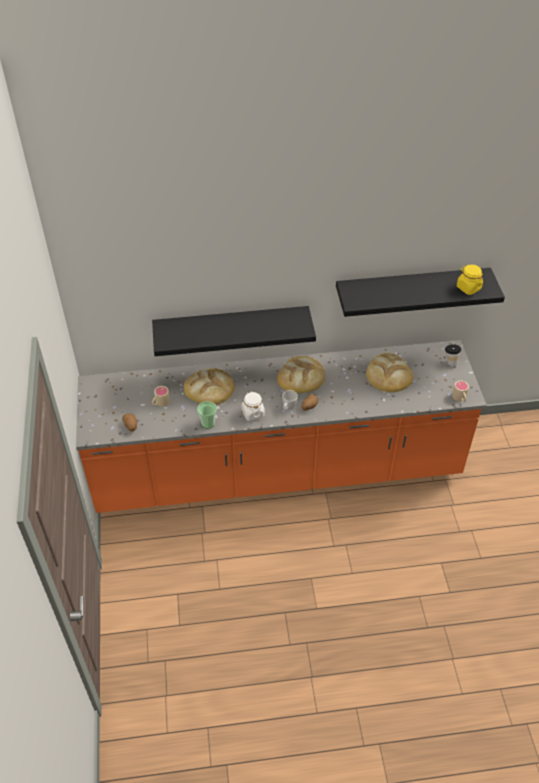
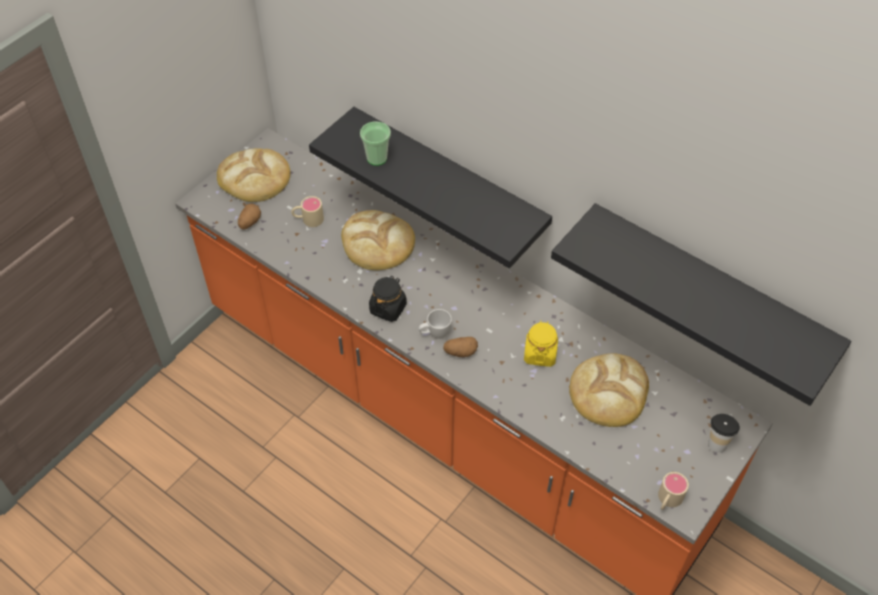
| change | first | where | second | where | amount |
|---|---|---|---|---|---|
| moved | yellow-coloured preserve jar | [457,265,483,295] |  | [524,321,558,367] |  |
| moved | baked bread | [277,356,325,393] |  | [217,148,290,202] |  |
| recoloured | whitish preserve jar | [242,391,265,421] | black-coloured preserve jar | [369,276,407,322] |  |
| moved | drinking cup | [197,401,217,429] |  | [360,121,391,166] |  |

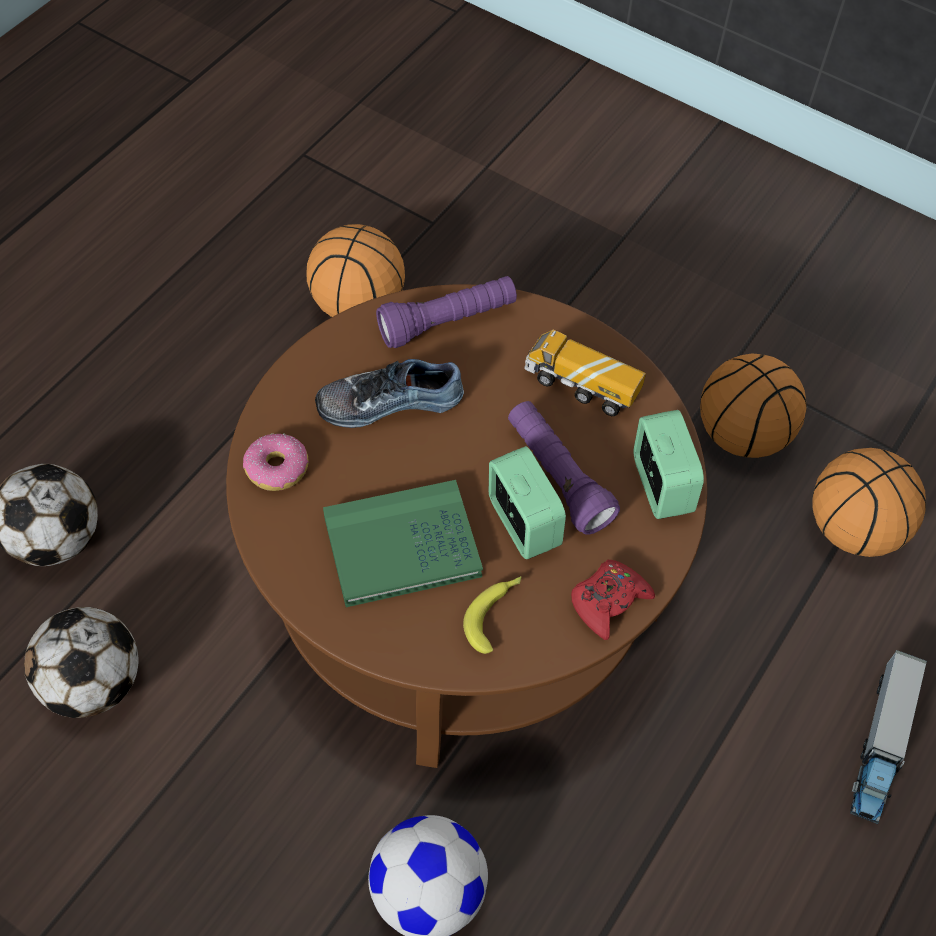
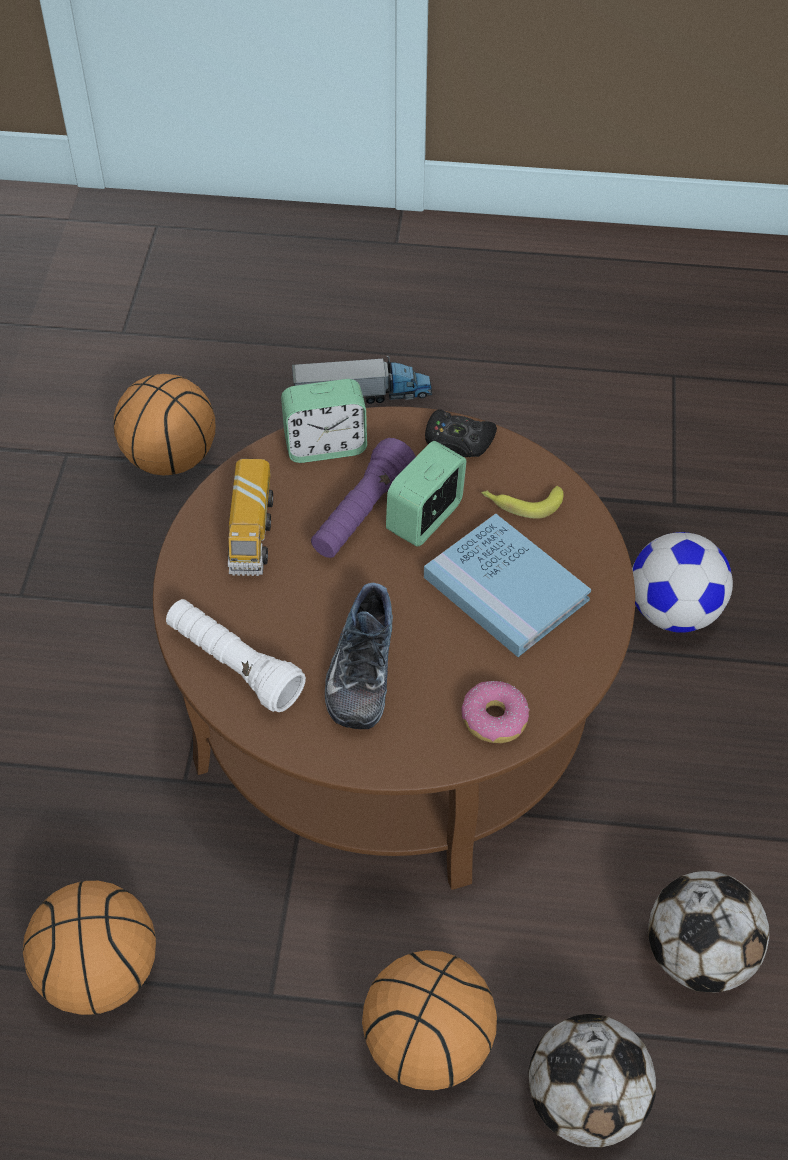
| change | first | where | second | where | amount |
|---|---|---|---|---|---|
| recoloured | purple-coloured flashlight | [376,276,517,348] | whitish flashlight | [166,599,306,712] |  |
| moved | basketball | [700,354,807,458] |  | [362,950,497,1091] |  |
| turned | shoe | [315,359,464,428] |  | [325,583,393,729] | 45 degrees clockwise |
| turned | table clock | [633,410,704,519] |  | [281,379,367,463] | 150 degrees counterclockwise |
| recoloured | green book | [323,480,483,607] | bluish book | [424,514,591,657] |  |
| recoloured | red-coloured game controller | [571,560,655,640] | black-coloured game controller | [425,409,497,457] |  |

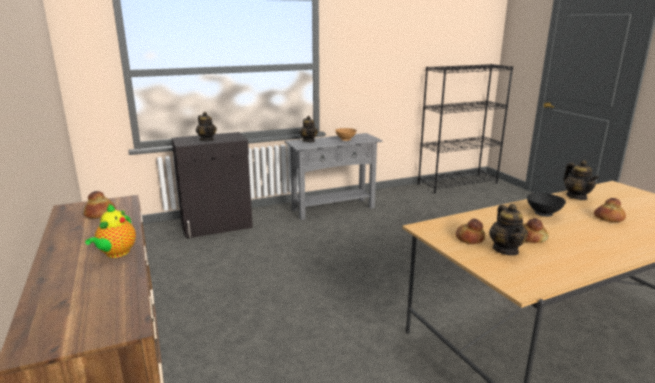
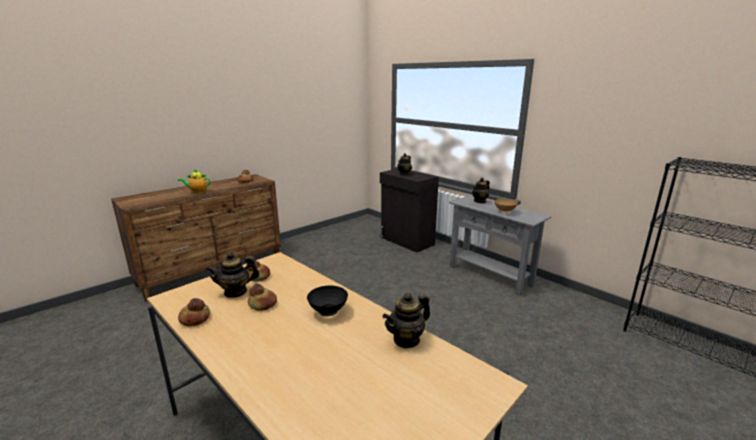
| change | first | where | second | where | amount |
|---|---|---|---|---|---|
| moved | baked bread | [594,198,626,222] |  | [178,298,210,327] |  |

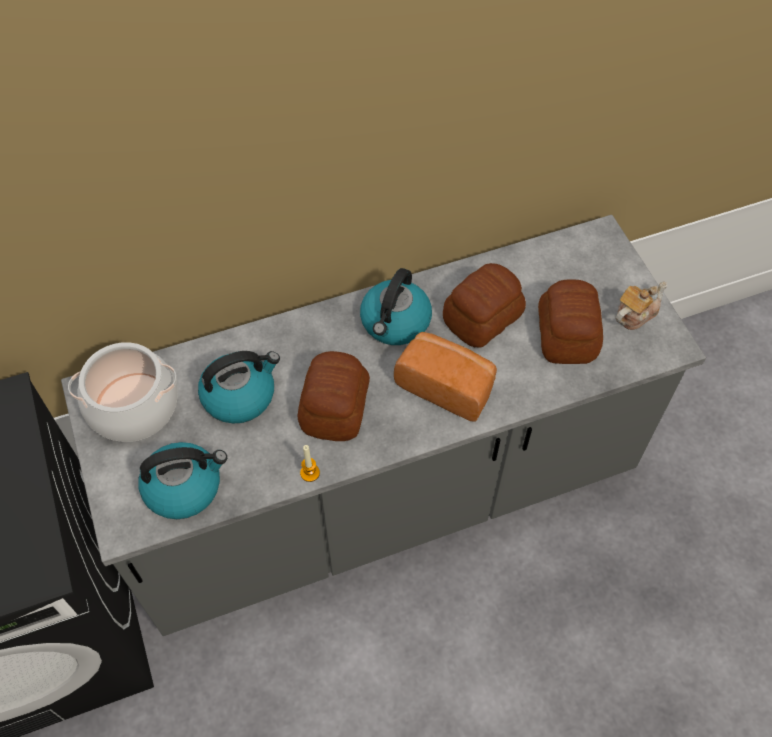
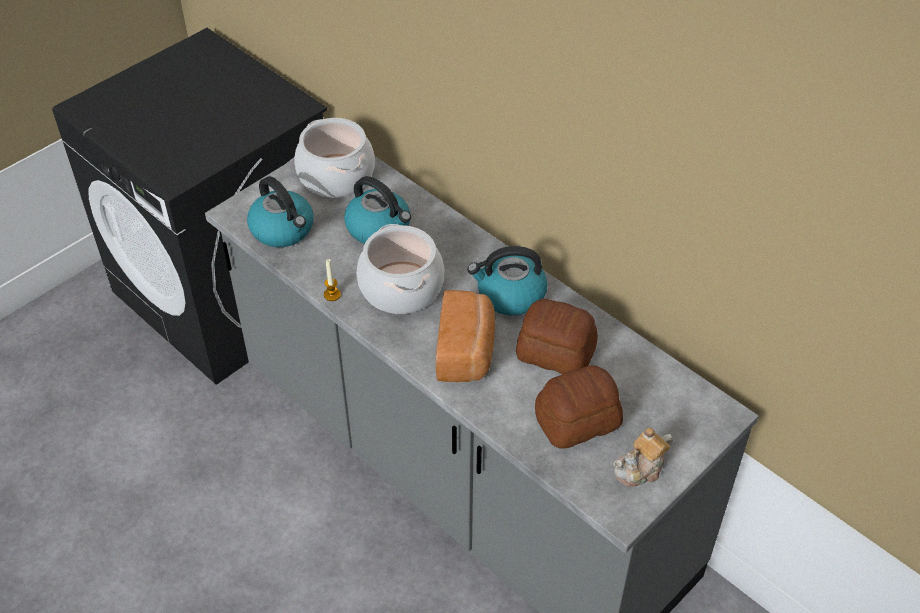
| change | first | where | second | where | amount |
|---|---|---|---|---|---|
| turned | pot for tea | [615,281,667,330] |  | [614,427,673,487] | 120 degrees clockwise |
| replaced | baked bread | [297,351,370,441] | stockpot | [357,224,444,314] |  |

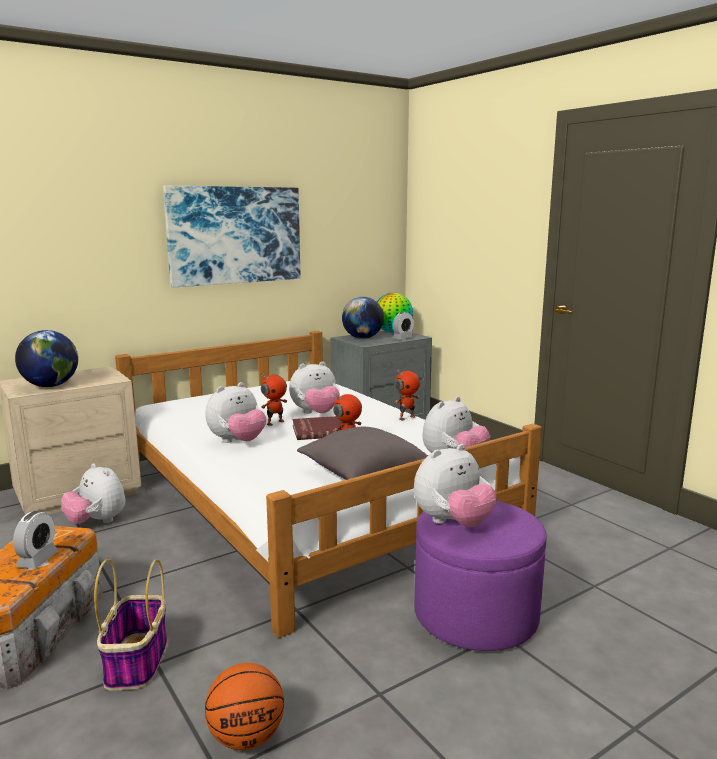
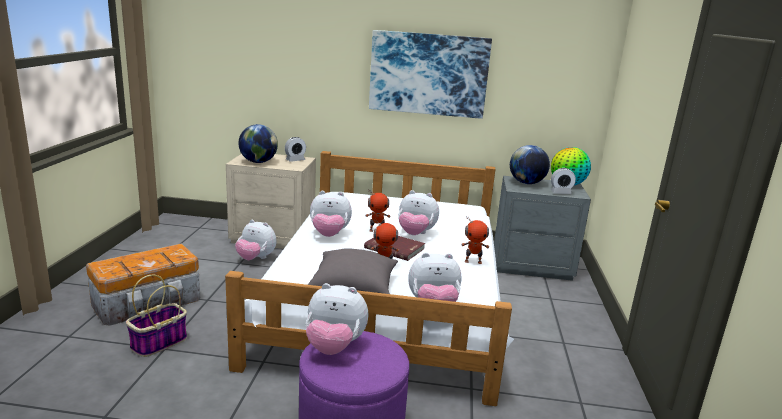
| change | first | where | second | where | amount |
|---|---|---|---|---|---|
| turned | cuddly toy | [61,463,126,524] |  | [235,220,276,260] | 60 degrees counterclockwise |
| moved | table clock | [13,511,59,569] |  | [285,137,306,162] |  |
| removed | basketball | [205,663,284,750] |  |  |  |

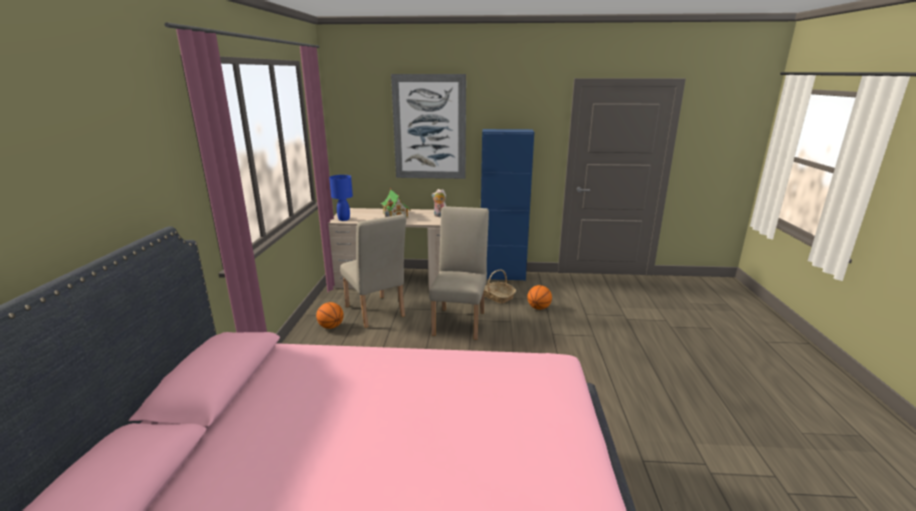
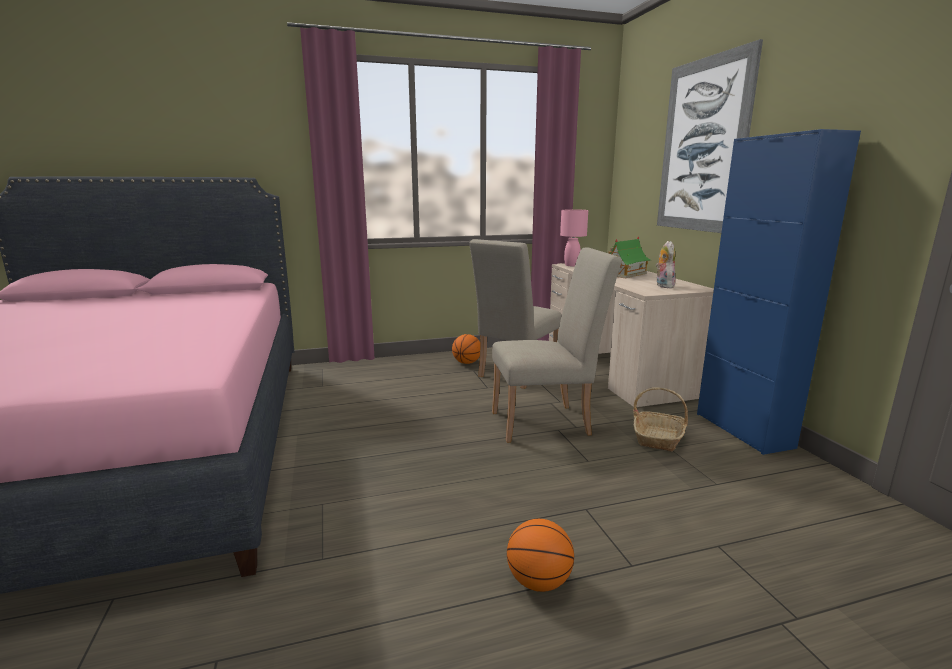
| change | first | where | second | where | amount |
|---|---|---|---|---|---|
| recoloured | bluish table lamp | [329,175,353,221] | pink-coloured table lamp | [560,209,588,266] |  |
| moved | basketball | [527,285,552,310] |  | [507,519,574,592] |  |

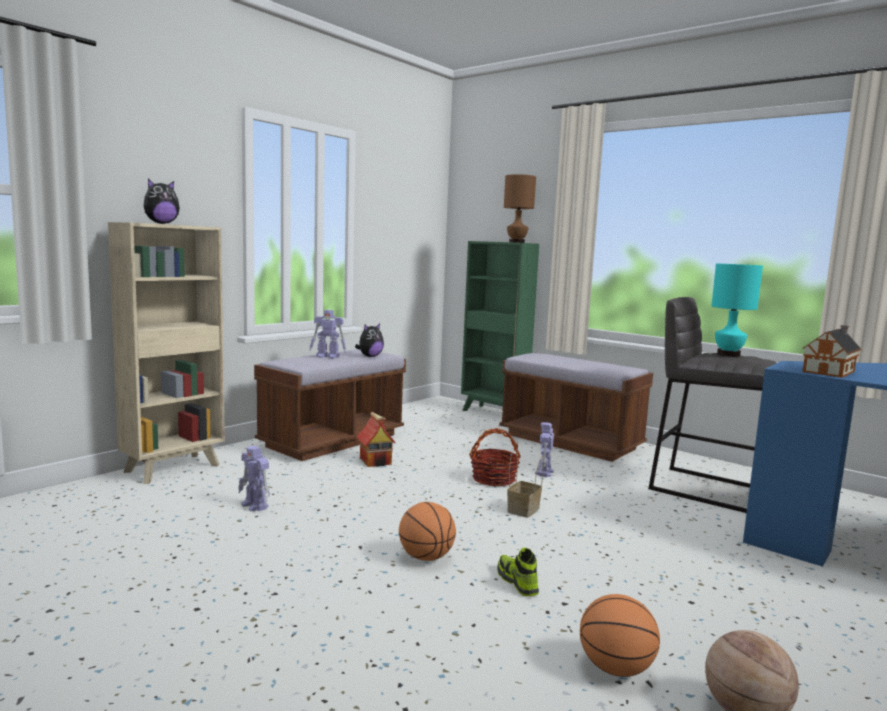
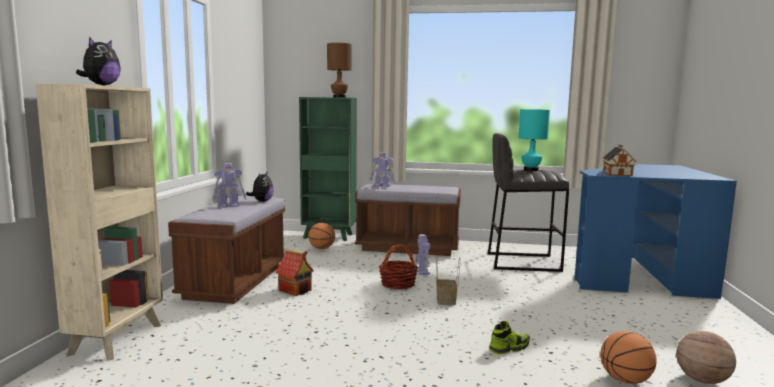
| change | first | where | second | where | amount |
|---|---|---|---|---|---|
| moved | robot figure | [238,446,270,511] |  | [369,152,395,187] |  |
| moved | basketball | [399,502,456,561] |  | [308,223,335,249] |  |
| turned | shoe | [497,548,539,596] |  | [489,321,530,354] | 120 degrees clockwise |

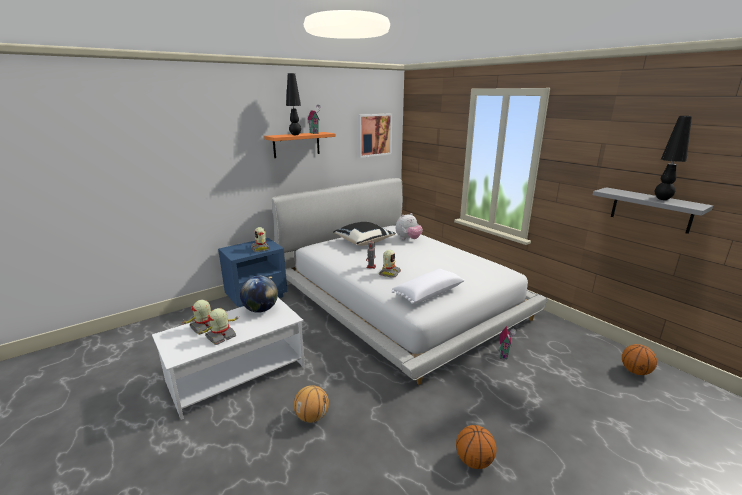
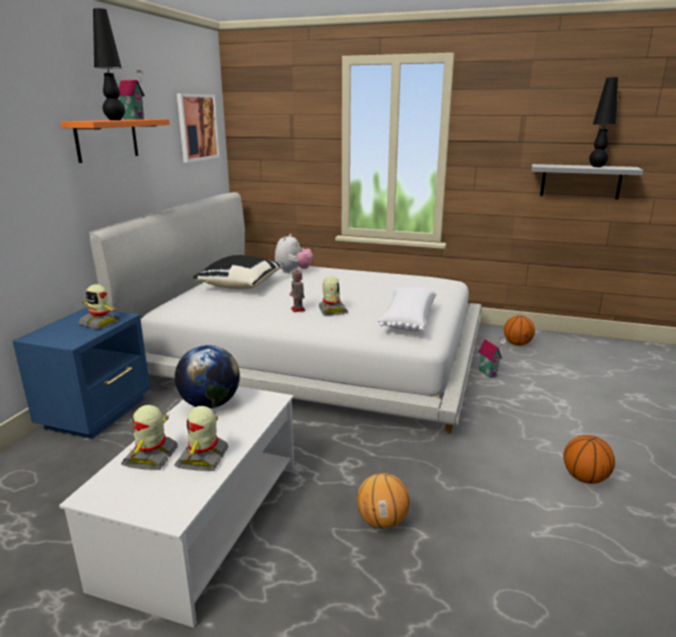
| change | first | where | second | where | amount |
|---|---|---|---|---|---|
| moved | basketball | [622,344,657,375] |  | [504,315,535,346] |  |

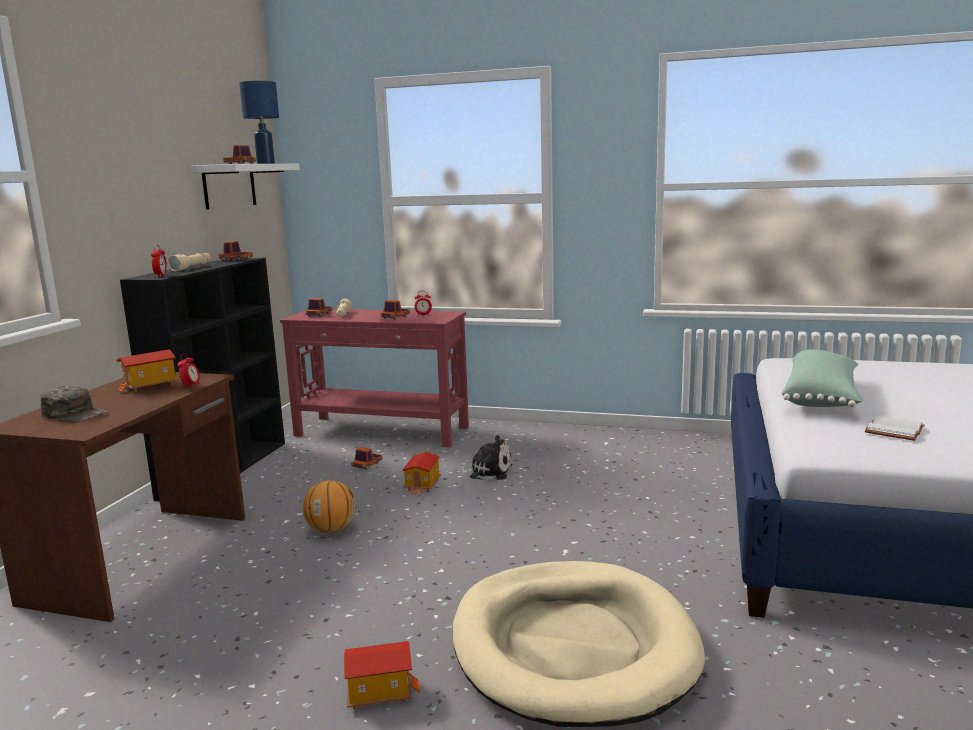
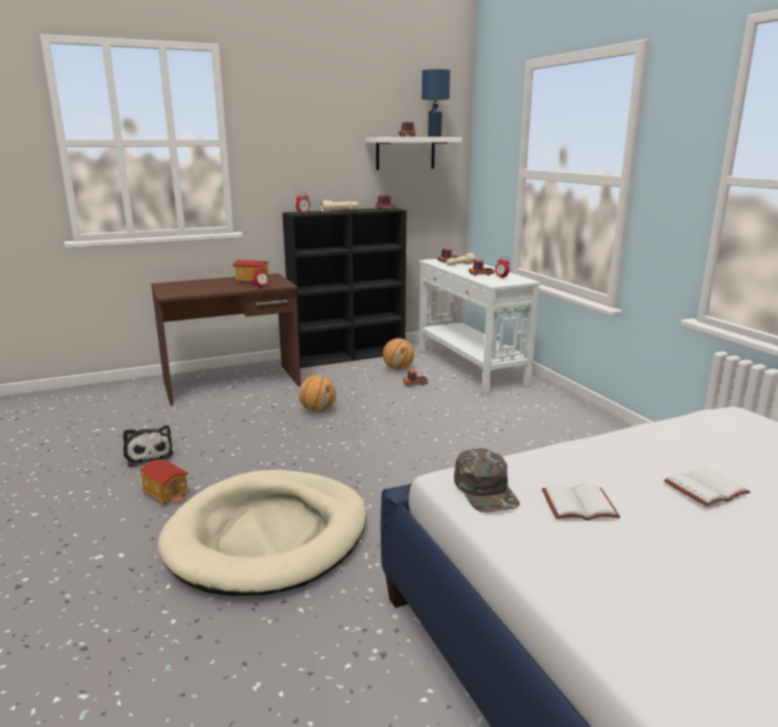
| change | first | where | second | where | amount |
|---|---|---|---|---|---|
| recoloured | red-coloured console table | [280,309,469,447] | whitish console table | [419,259,541,395] |  |
| removed | green cushion | [781,350,863,407] |  |  |  |
| moved | green baseball cap | [40,386,109,422] |  | [454,448,520,512] |  |
| moved | cuddly toy | [455,435,513,481] |  | [123,425,173,467] |  |
| removed | model house | [402,452,441,494] |  |  |  |
| added |  |  | basketball | [383,338,414,370] |  |
| added |  |  | whitish book | [664,466,750,506] |  |

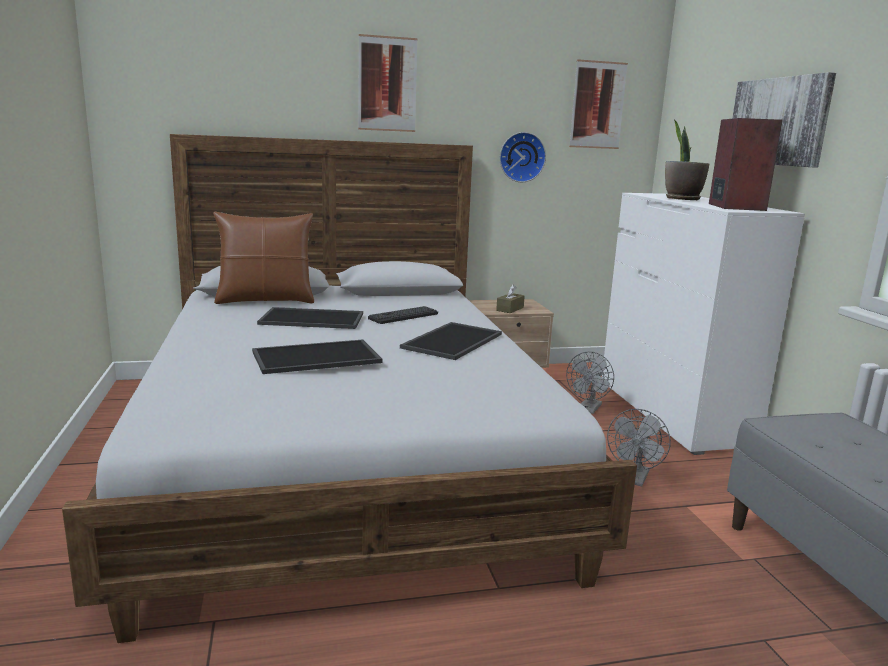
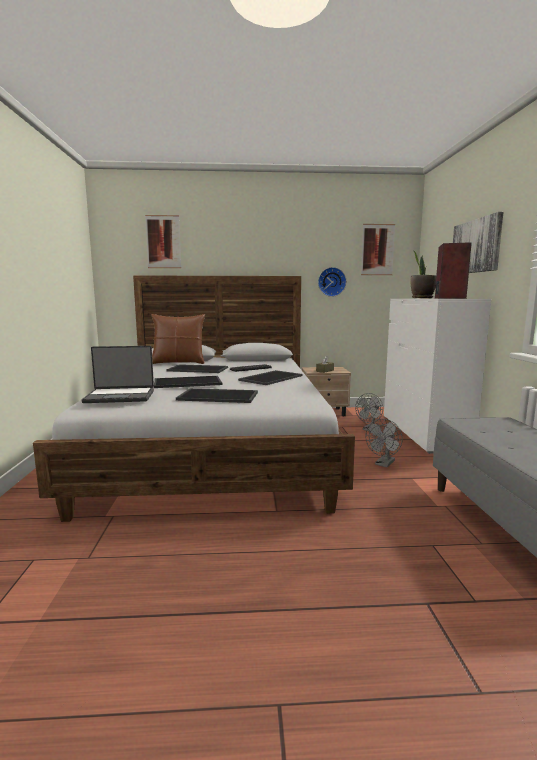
| change | first | where | second | where | amount |
|---|---|---|---|---|---|
| moved | picture | [358,34,418,132] |  | [145,215,181,268] |  |
| added |  |  | laptop | [82,346,154,403] |  |
| added |  |  | serving tray | [176,388,258,403] |  |

